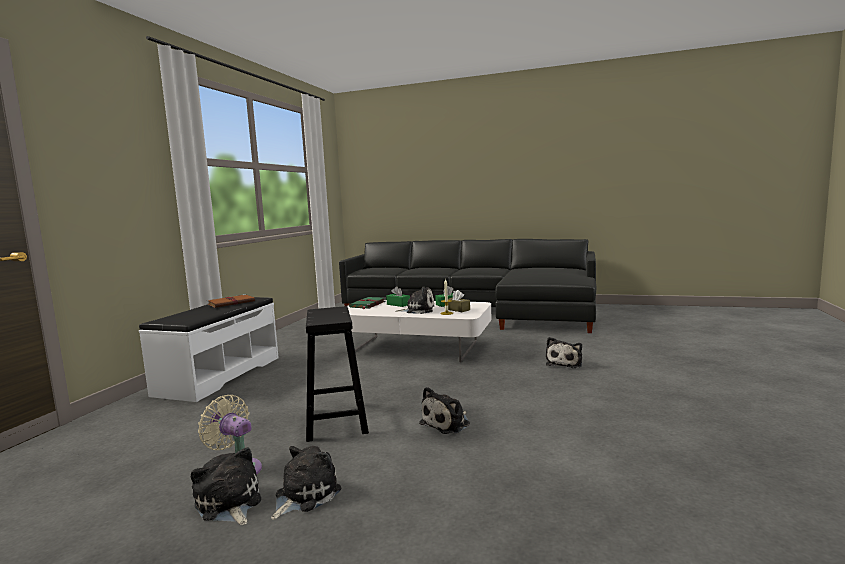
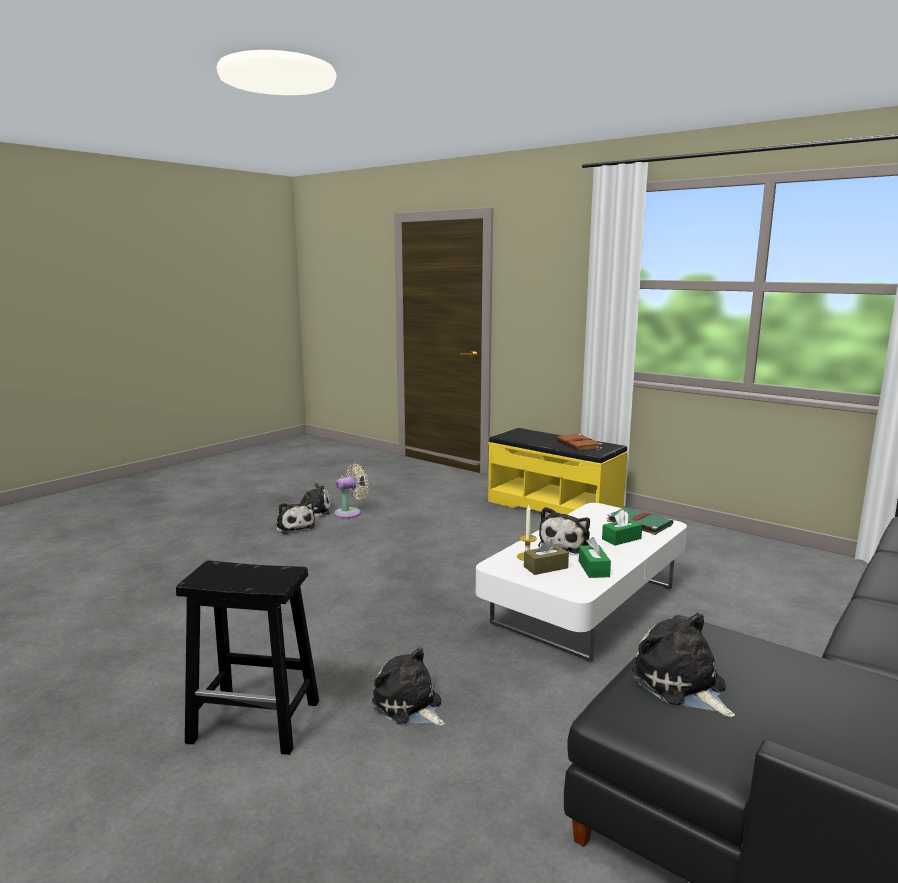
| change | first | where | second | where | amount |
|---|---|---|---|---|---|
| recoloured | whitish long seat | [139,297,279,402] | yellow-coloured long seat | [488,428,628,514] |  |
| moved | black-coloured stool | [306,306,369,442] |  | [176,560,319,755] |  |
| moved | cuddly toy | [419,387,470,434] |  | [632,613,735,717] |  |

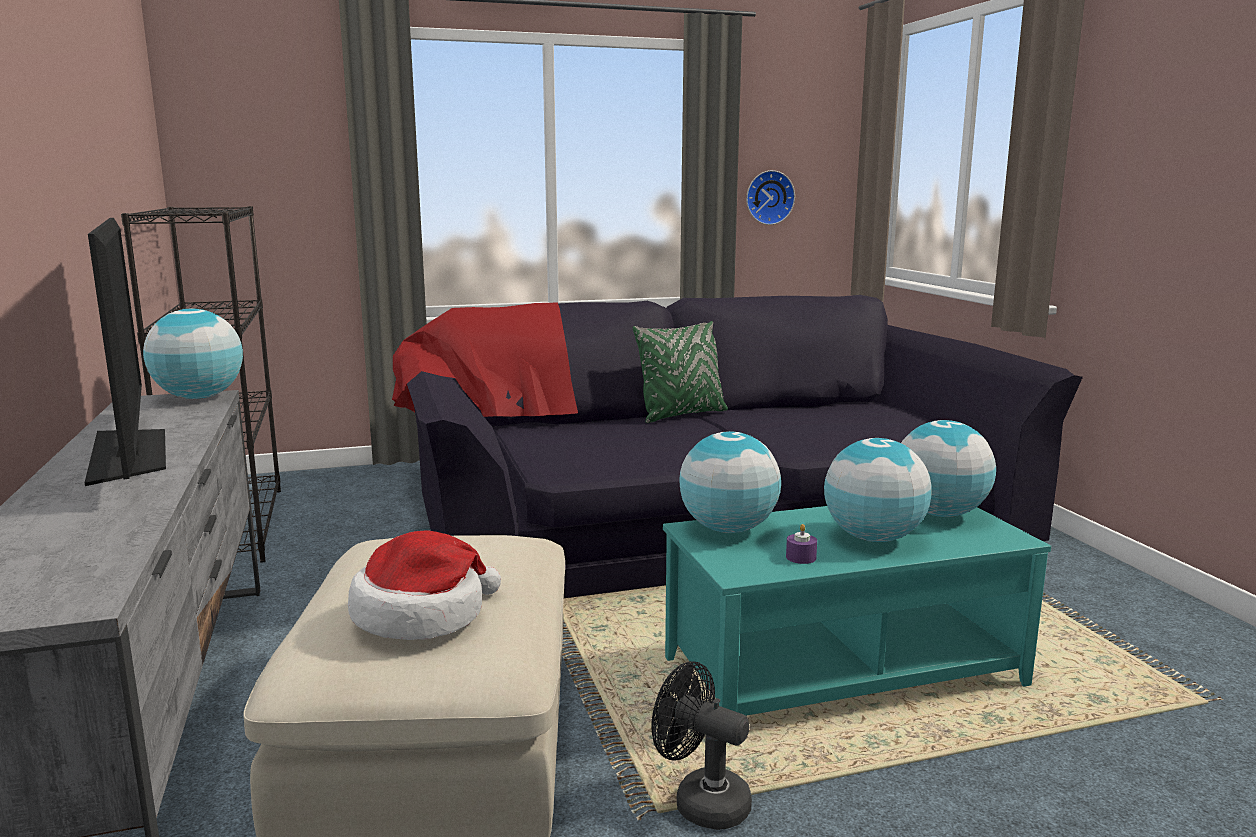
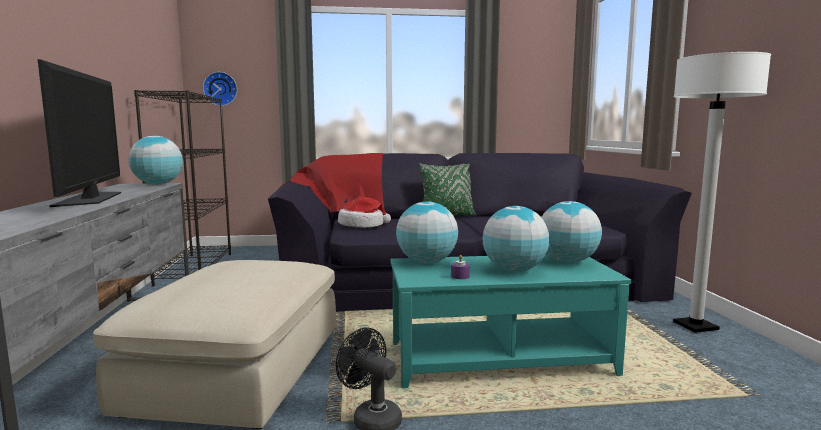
| change | first | where | second | where | amount |
|---|---|---|---|---|---|
| moved | hanging clock | [746,170,795,225] |  | [203,72,237,106] |  |
| moved | wearable hat | [348,531,501,640] |  | [338,197,391,228] |  |
| added |  |  | whitish standing lamp | [673,52,771,333] |  |

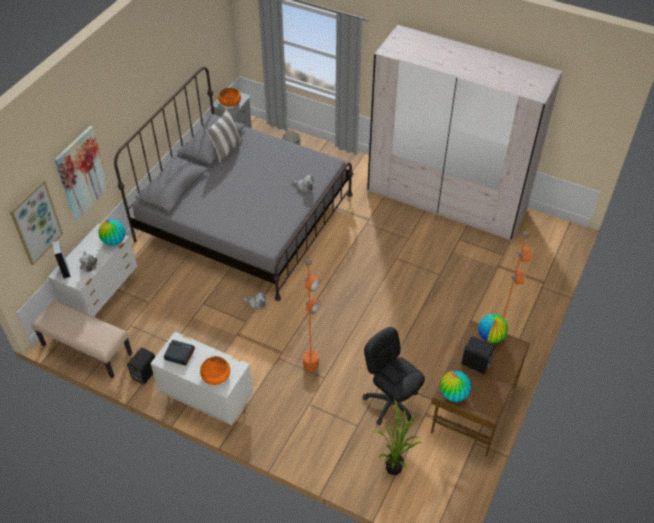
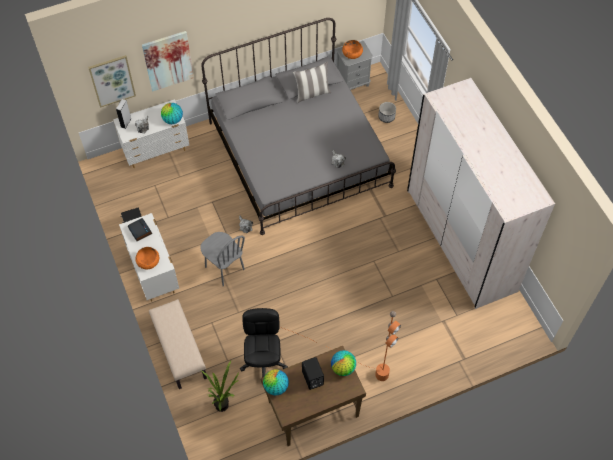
| change | first | where | second | where | amount |
|---|---|---|---|---|---|
| replaced | orangey standing lamp | [179,258,321,372] | gray upright chair | [201,232,245,287] |  |
| moved | beige long seat | [31,300,132,379] |  | [149,299,207,389] |  |

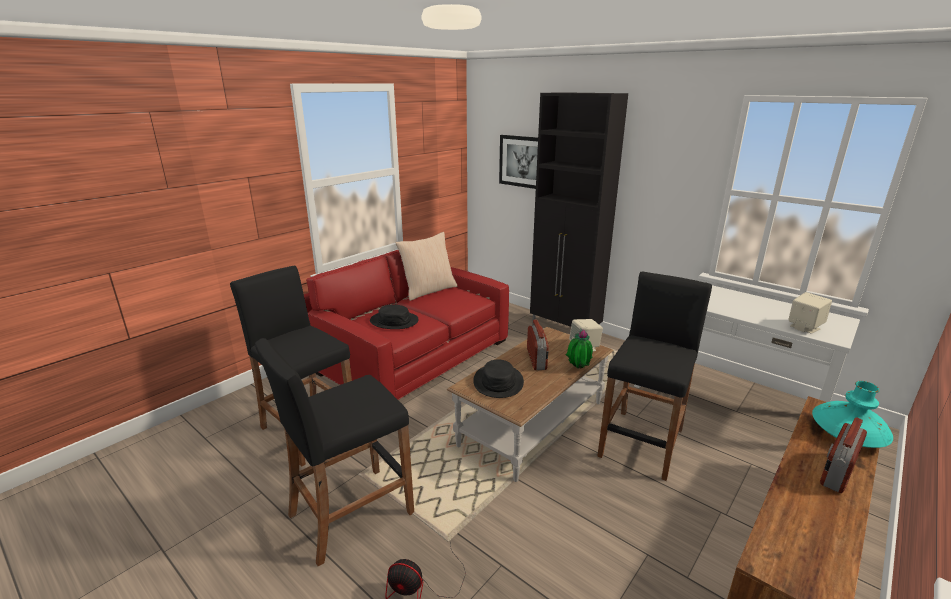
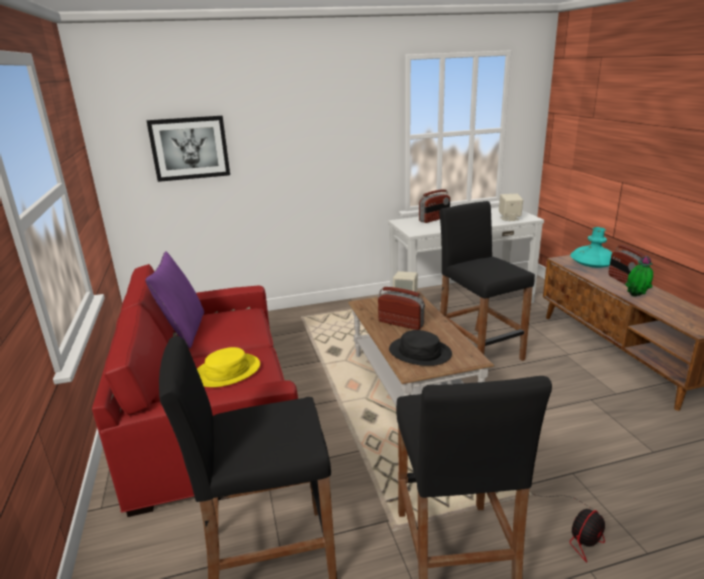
| change | first | where | second | where | amount |
|---|---|---|---|---|---|
| removed | black-coloured cabinet | [530,92,628,327] |  |  |  |
| recoloured | beige cushion | [395,232,457,301] | purple-coloured cushion | [145,251,204,348] |  |
| recoloured | black-coloured wearable hat | [370,305,419,329] | yellow-coloured wearable hat | [197,347,260,387] |  |
| moved | houseplant | [566,329,593,369] |  | [625,255,653,297] |  |
| added |  |  | radio set | [419,189,450,223] |  |

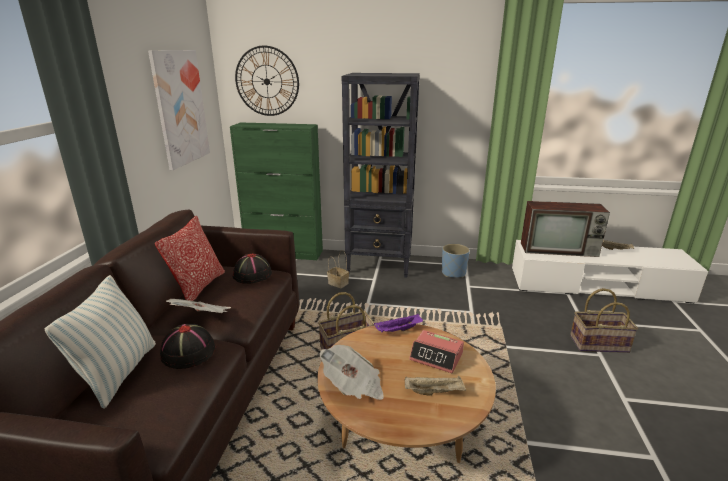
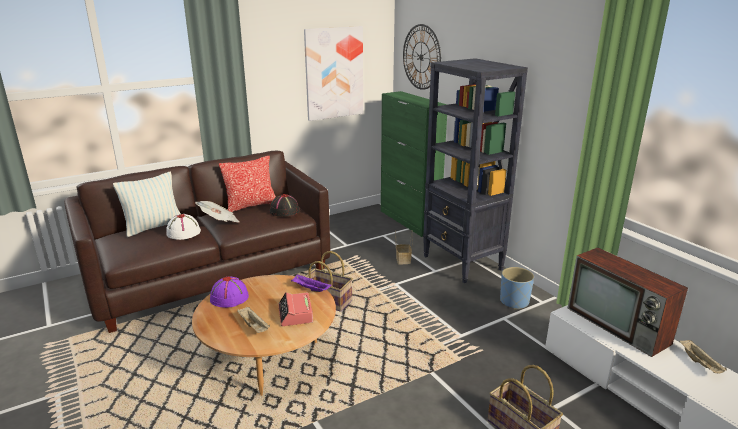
| change | first | where | second | where | amount |
|---|---|---|---|---|---|
| recoloured | black-coloured wearable hat | [160,324,215,369] | whitish wearable hat | [166,214,201,240] |  |
| replaced | daily paper | [320,345,384,400] | purple-coloured wearable hat | [210,277,249,308] |  |

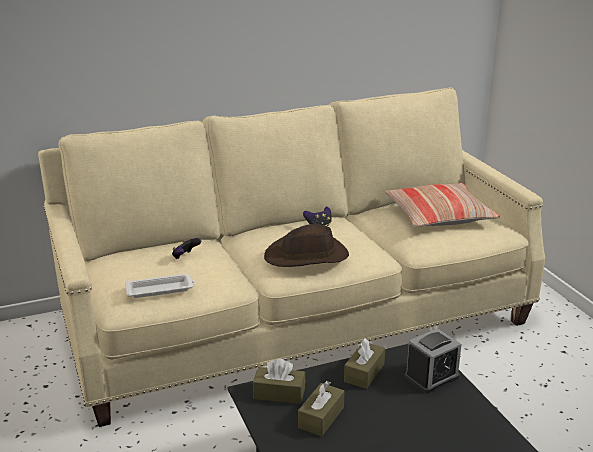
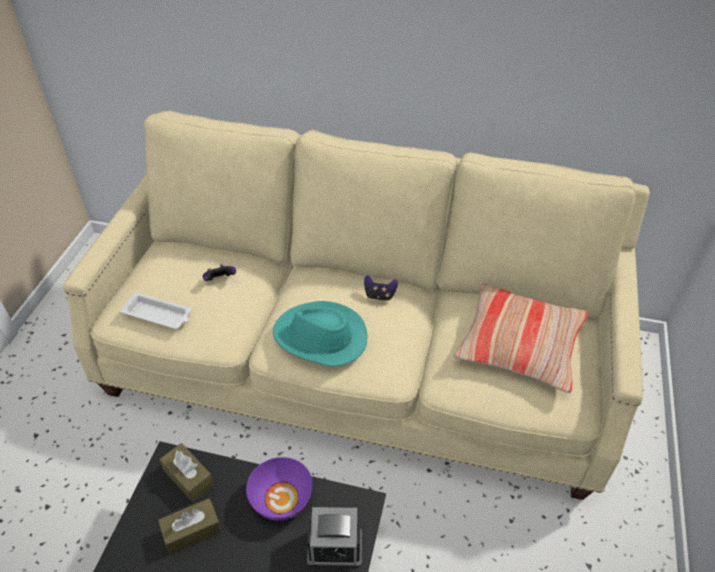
| change | first | where | second | where | amount |
|---|---|---|---|---|---|
| recoloured | brownish wearable hat | [264,224,349,267] | turquoise-coloured wearable hat | [273,301,368,367] |  |
| replaced | brownish tissue holder | [344,338,385,389] | purple-coloured bowl | [246,457,312,521] |  |

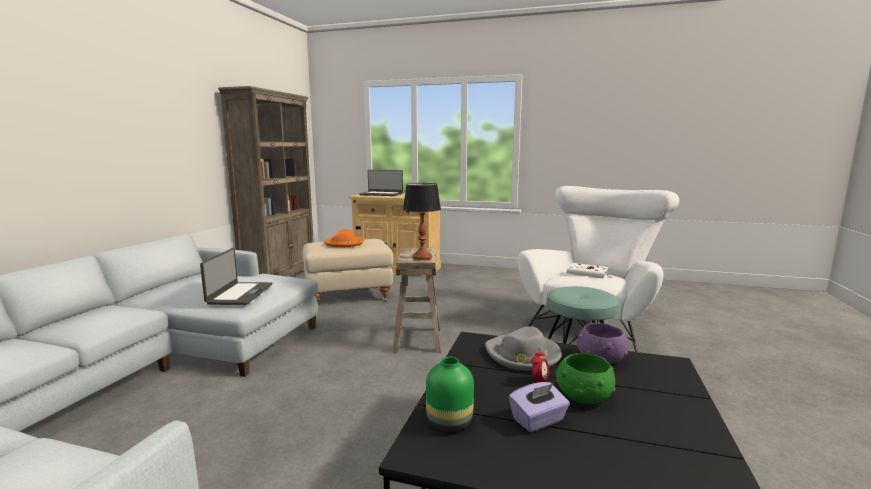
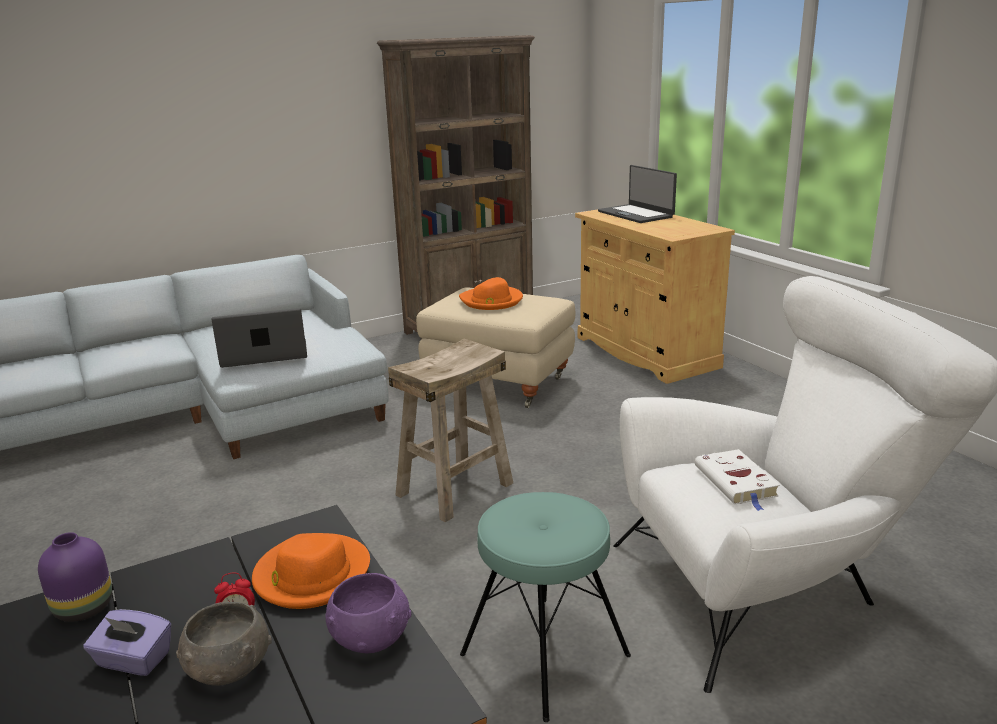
| change | first | where | second | where | amount |
|---|---|---|---|---|---|
| removed | table lamp | [403,183,441,260] |  |  |  |
| turned | laptop | [200,248,272,305] |  | [211,308,307,368] | 150 degrees counterclockwise |
| recoloured | gray wearable hat | [485,326,562,371] | orangey wearable hat | [252,533,370,609] |  |
| recoloured | green bowl | [555,353,615,404] | gray bowl | [176,602,272,686] |  |
| recoloured | green flower vase | [426,357,474,431] | purple-coloured flower vase | [38,532,112,622] |  |

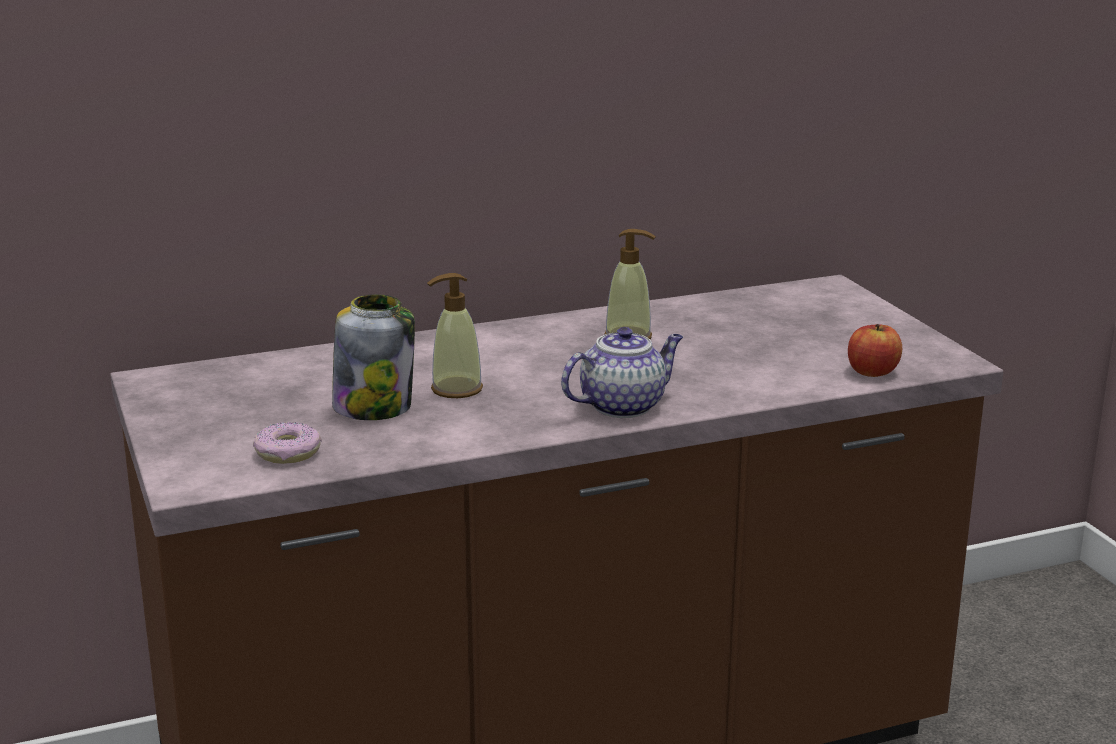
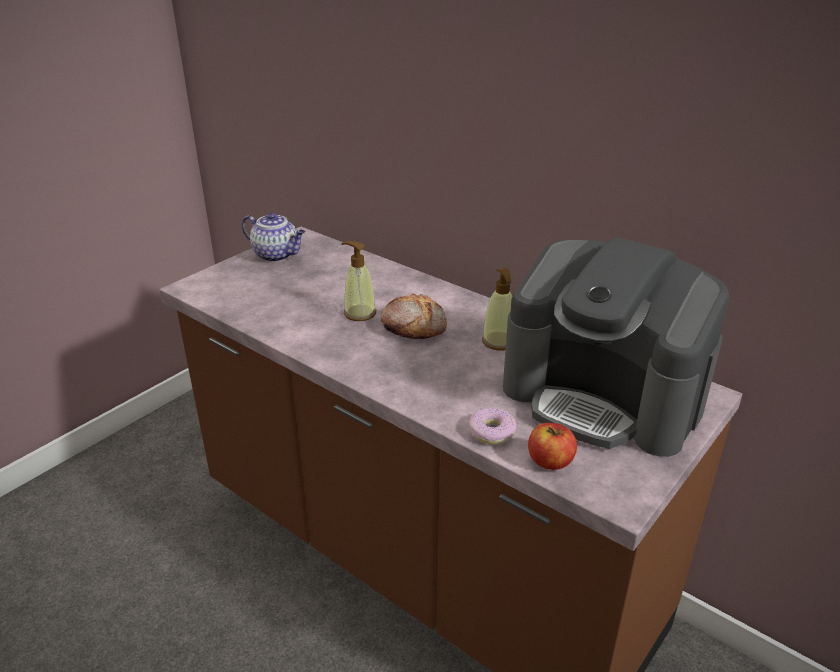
| change | first | where | second | where | amount |
|---|---|---|---|---|---|
| removed | preserve jar | [332,294,415,420] |  |  |  |
| moved | pot for tea | [561,327,683,418] |  | [242,213,305,262] |  |
| moved | donut | [253,422,322,464] |  | [469,407,516,445] |  |
| added |  |  | coffee machine | [503,237,730,457] |  |
| added |  |  | baked bread | [381,293,447,339] |  |

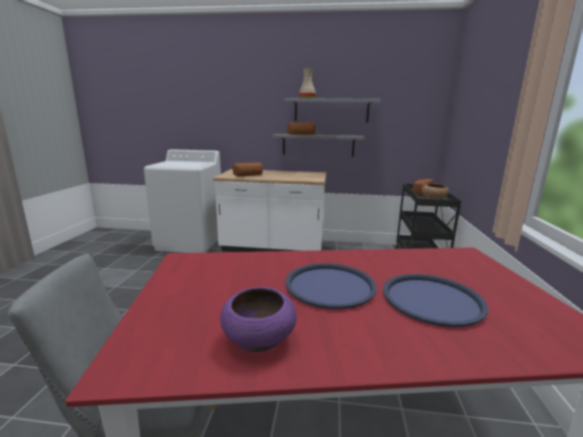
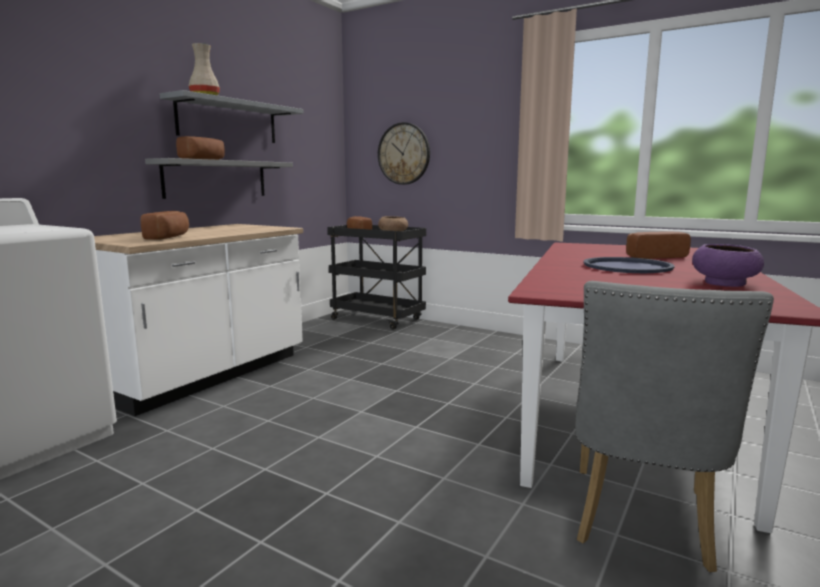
| change | first | where | second | where | amount |
|---|---|---|---|---|---|
| replaced | bluish serving tray | [383,274,488,327] | baked bread | [626,232,691,259] |  |
| added |  |  | hanging clock | [378,122,430,185] |  |

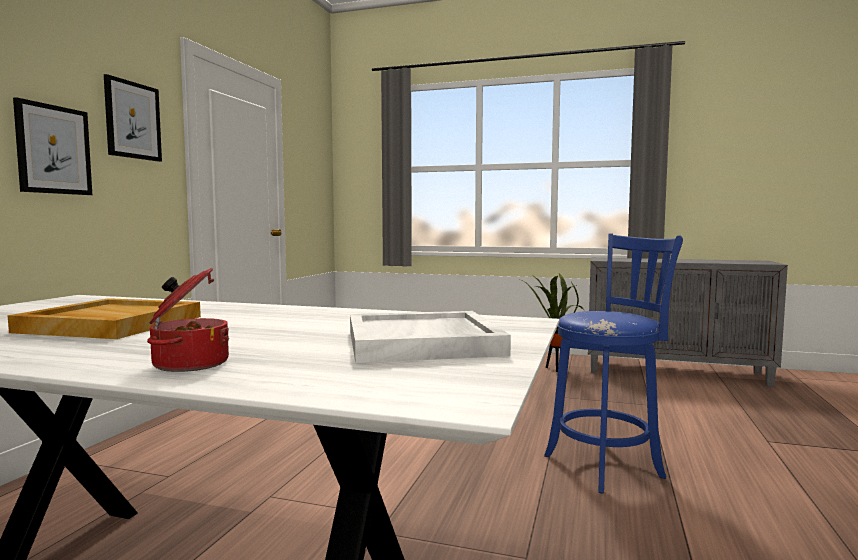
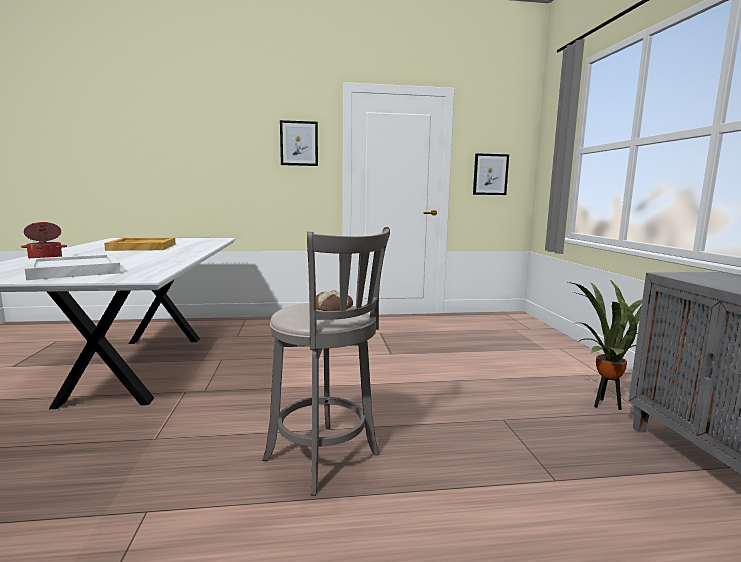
| change | first | where | second | where | amount |
|---|---|---|---|---|---|
| moved | picture | [13,97,92,195] |  | [473,153,509,195] |  |
| recoloured | bluish stool | [544,234,683,493] | gray stool | [262,227,390,496] |  |
| added |  |  | baked bread | [316,290,353,311] |  |

